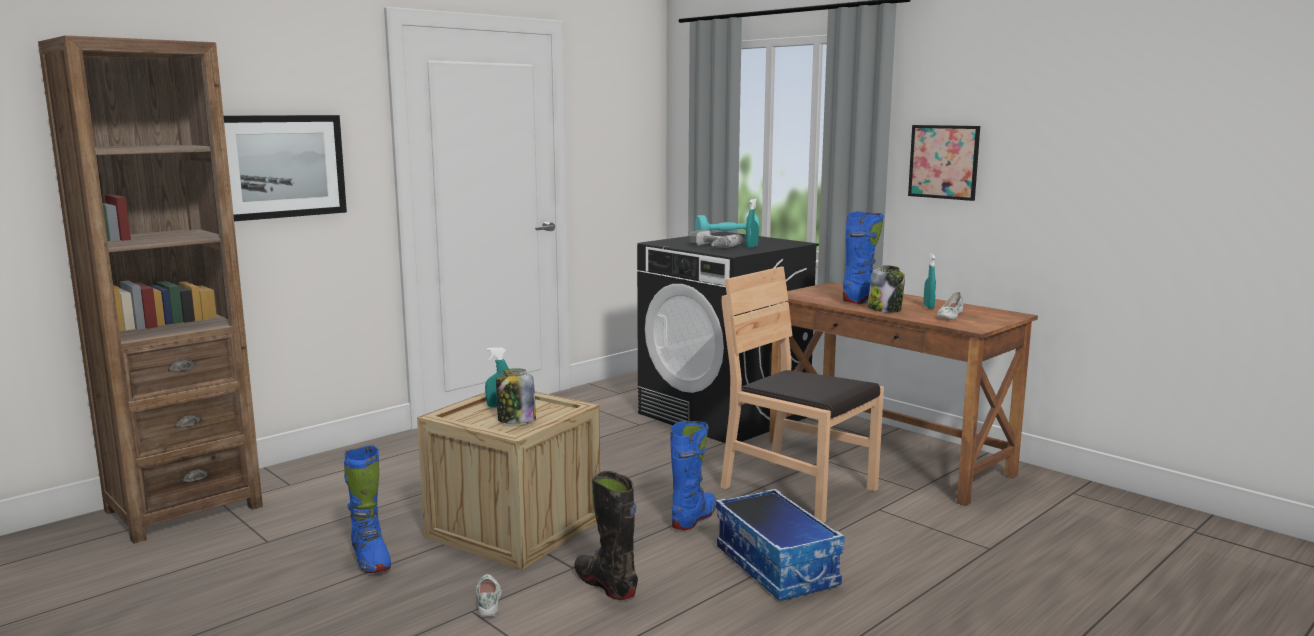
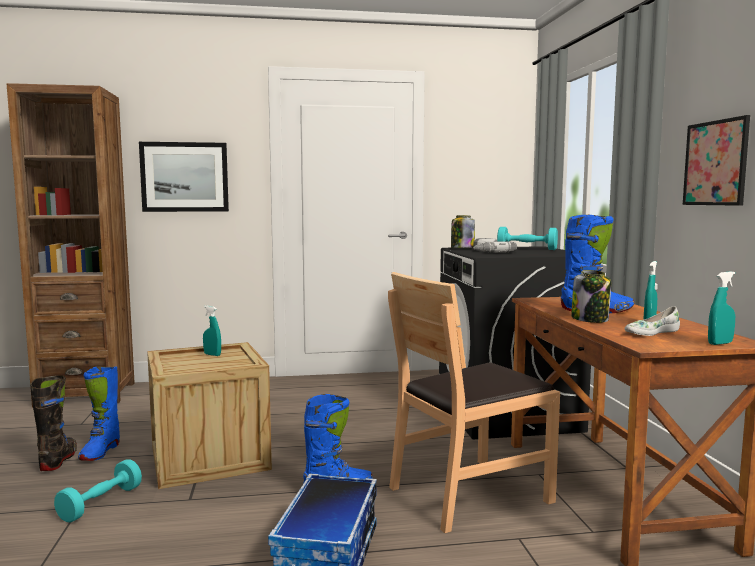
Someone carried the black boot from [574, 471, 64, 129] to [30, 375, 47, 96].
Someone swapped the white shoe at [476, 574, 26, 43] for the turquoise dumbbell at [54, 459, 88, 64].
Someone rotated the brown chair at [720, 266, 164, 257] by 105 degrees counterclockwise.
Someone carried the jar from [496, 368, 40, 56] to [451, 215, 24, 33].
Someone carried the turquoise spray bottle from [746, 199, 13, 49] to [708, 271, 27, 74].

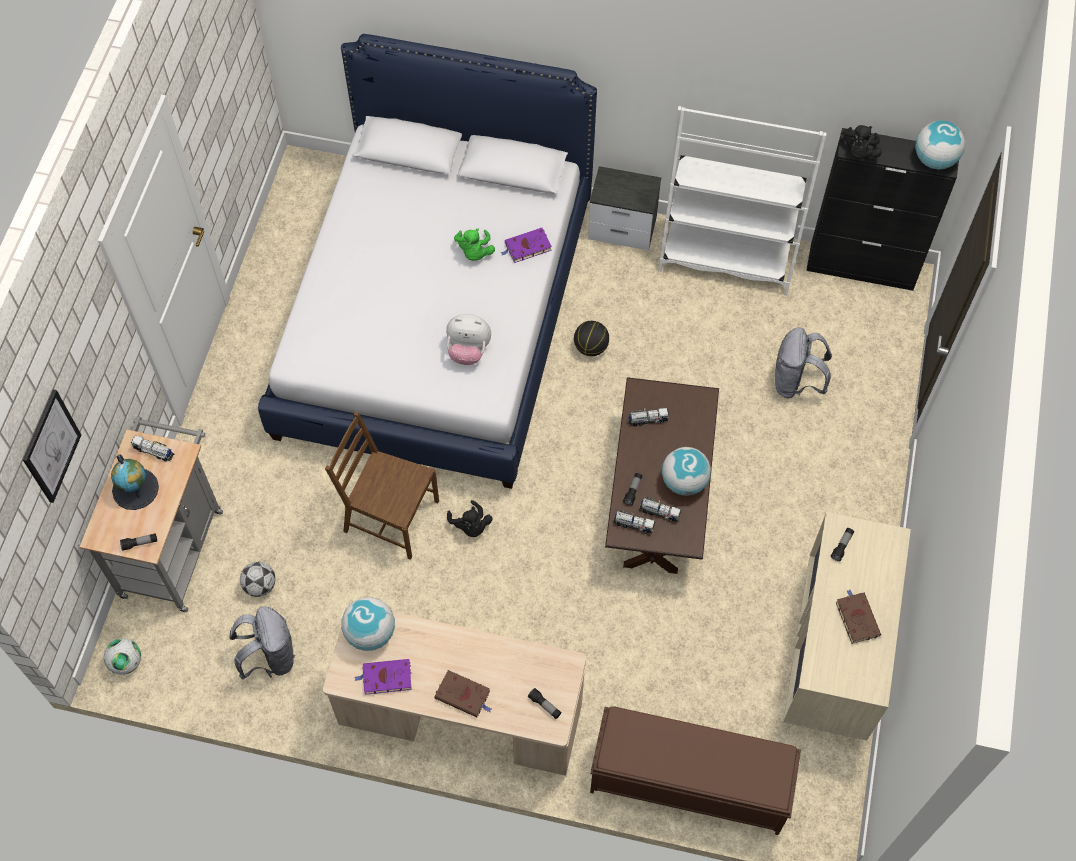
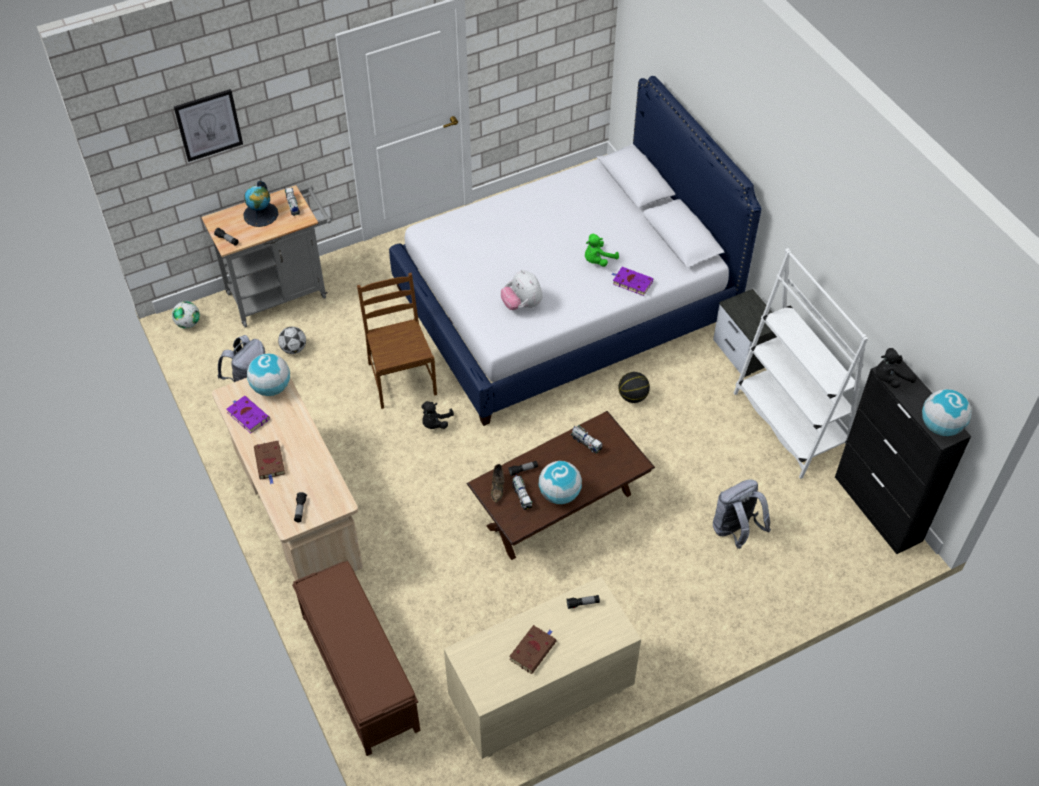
Someone swapped the toy truck at [613, 510, 43, 24] for the brown shoe at [491, 464, 14, 39].

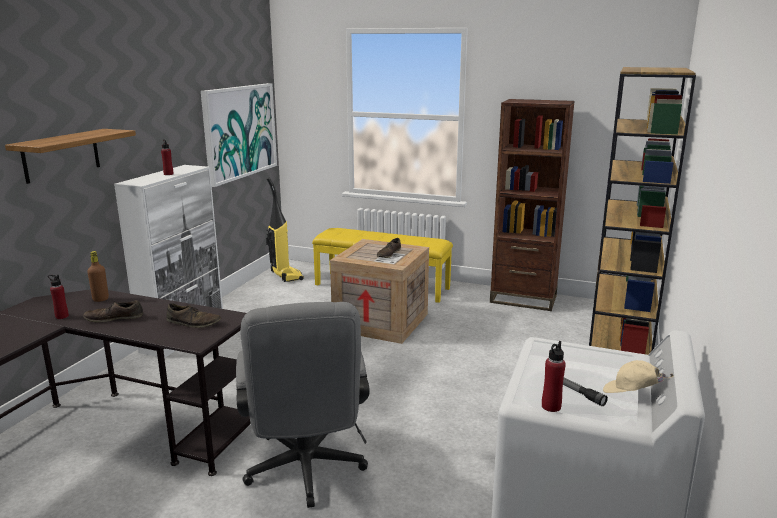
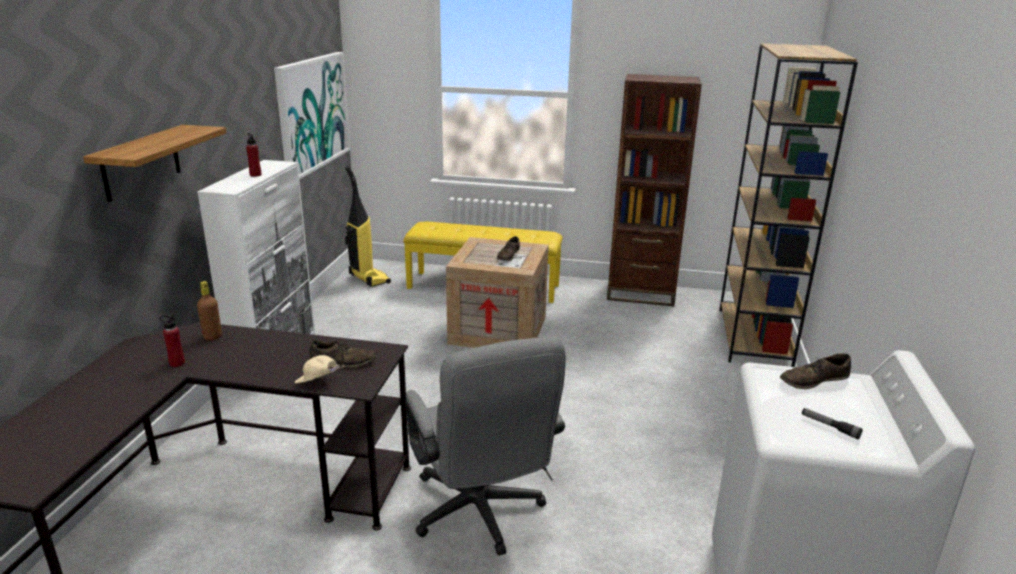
Someone carried the beige cap from [603, 360, 70, 33] to [295, 355, 50, 28].
Someone carried the brown shoe from [83, 300, 60, 22] to [780, 353, 71, 36].
Someone took away the red bottle at [542, 341, 24, 71].

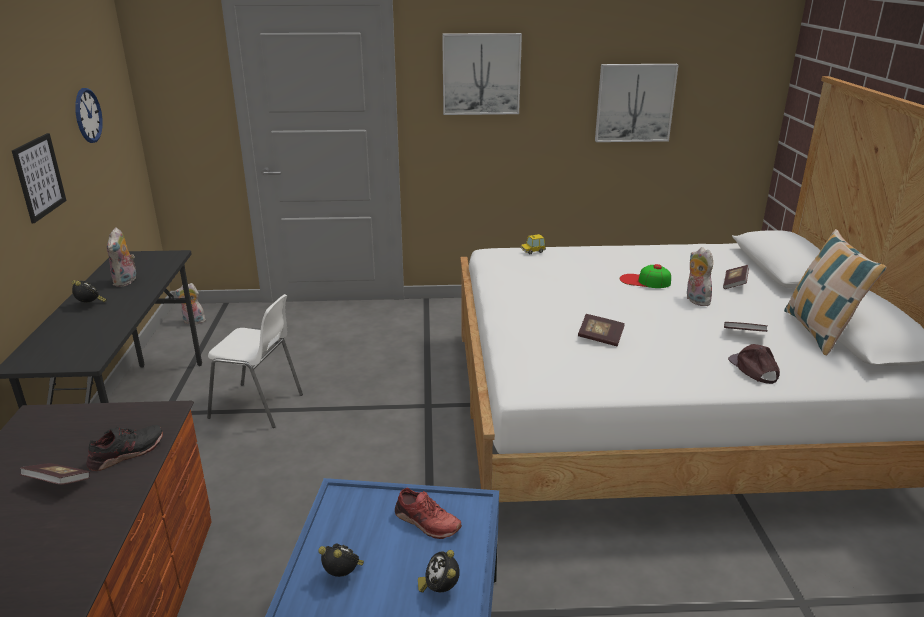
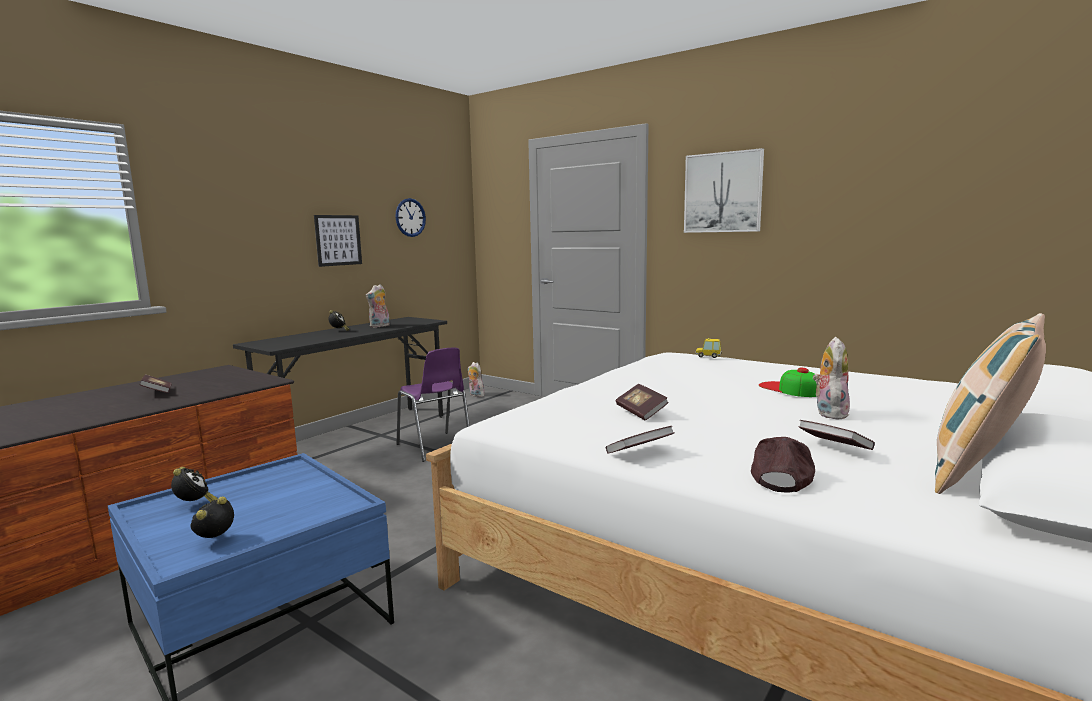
Someone repainted the white chair at [207, 294, 96, 134], which became the purple chair at [397, 348, 73, 114].
Someone carried the book from [723, 265, 26, 24] to [606, 426, 68, 28].
Someone took away the black shoe at [86, 425, 77, 46].
Someone took away the red shoe at [395, 488, 67, 51].
Someone took away the picture at [595, 64, 84, 78].

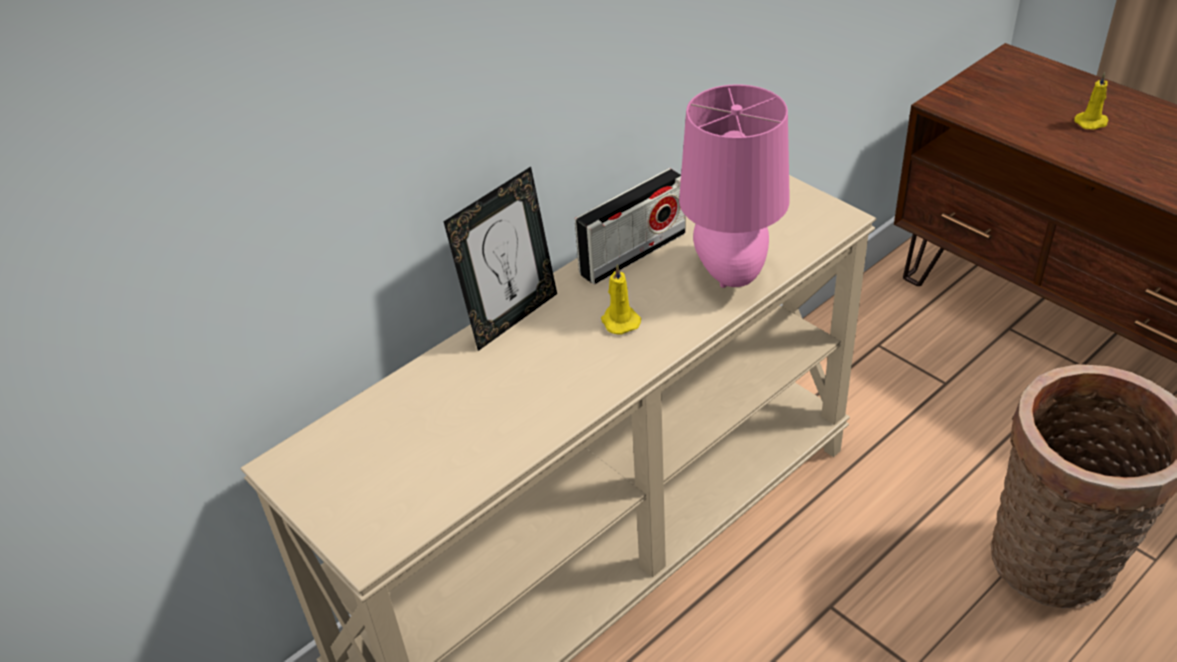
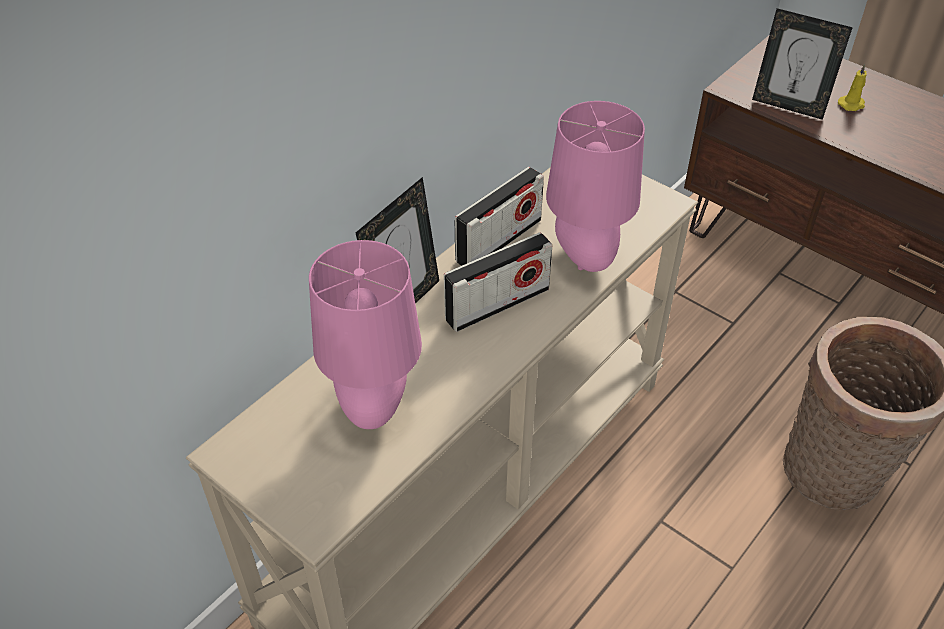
Someone put down the pink table lamp at [309, 240, 113, 189].
Someone swapped the yellow candle at [601, 264, 40, 71] for the radio at [444, 232, 108, 100].
Someone put down the picture frame at [752, 8, 101, 112].

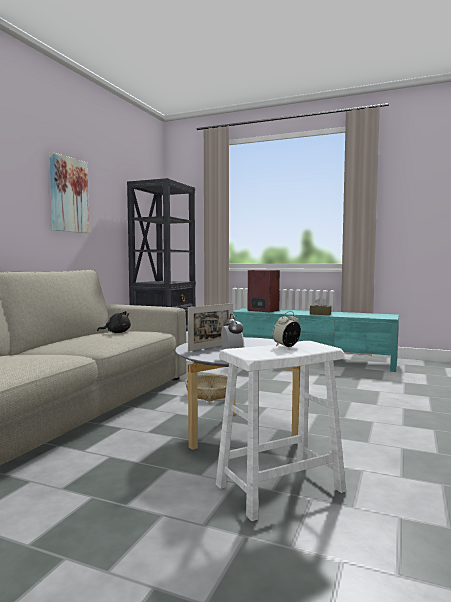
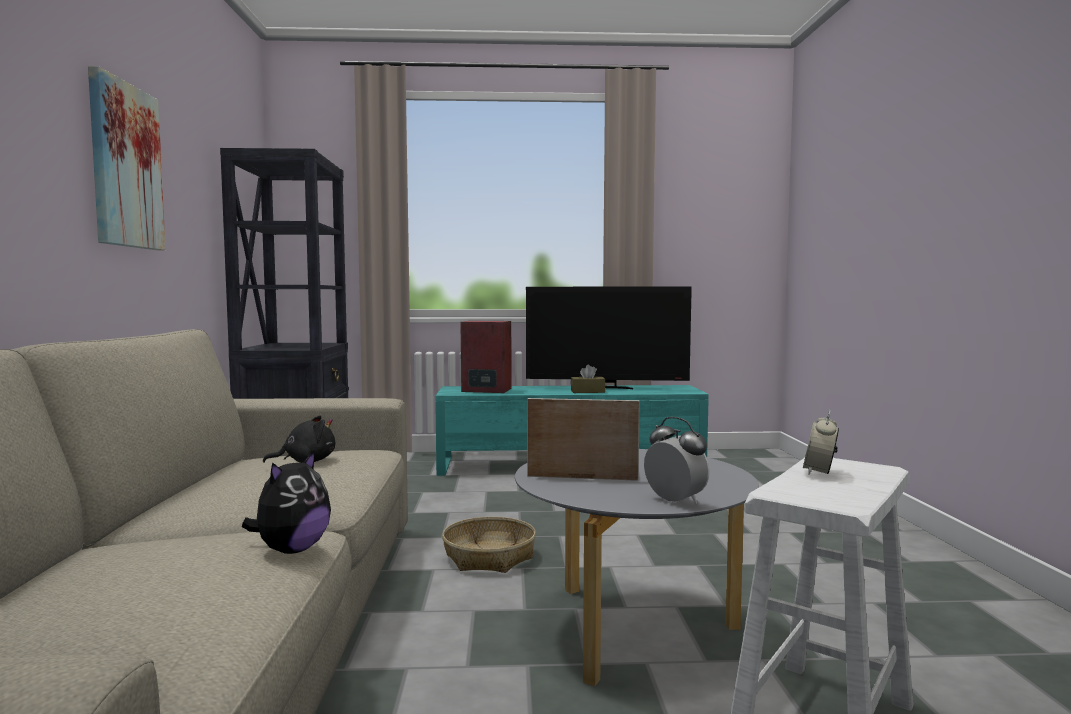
Someone put down the plush toy at [242, 450, 89, 104].
Someone put down the television at [526, 286, 166, 103].
Someone rotated the picture frame at [188, 303, 45, 48] by 105 degrees counterclockwise.

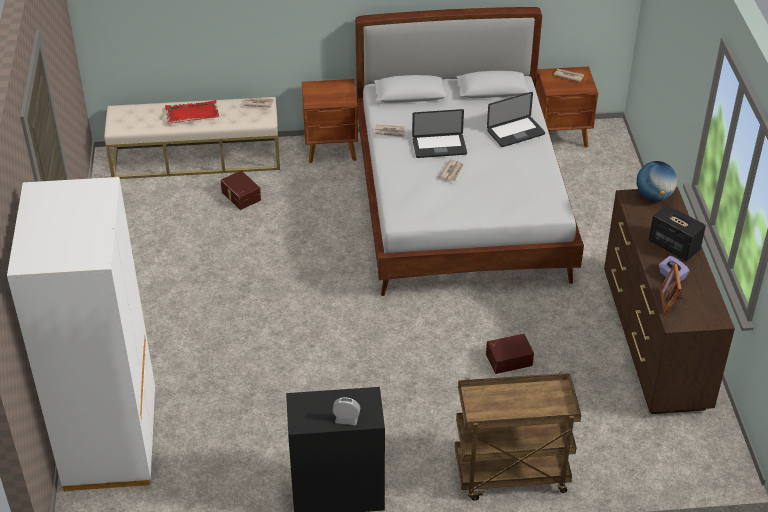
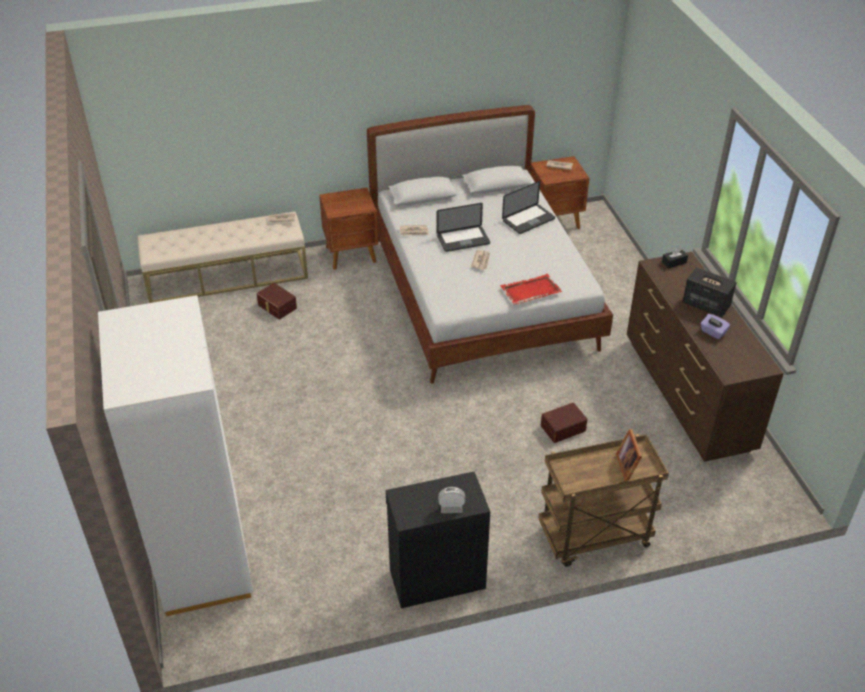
Someone carried the red tray from [165, 100, 54, 24] to [500, 274, 62, 31].
Someone carried the picture frame from [660, 263, 22, 52] to [616, 429, 26, 52].
Someone swapped the globe at [636, 161, 41, 40] for the black tissue box at [662, 248, 26, 21].

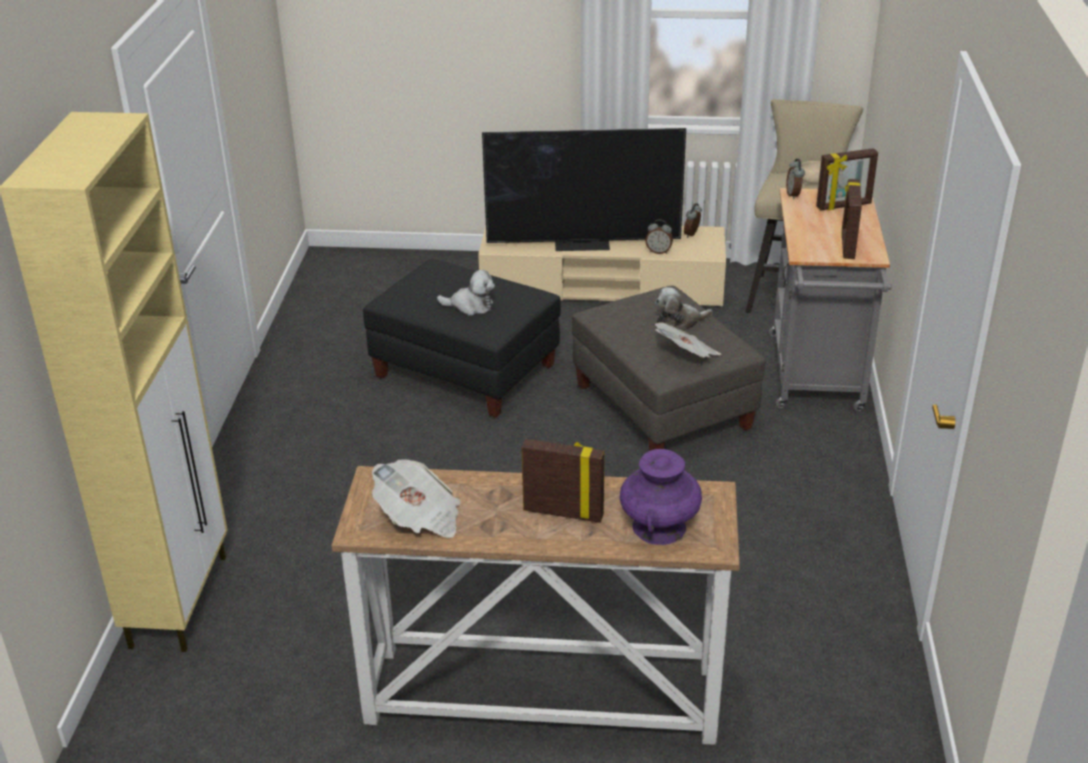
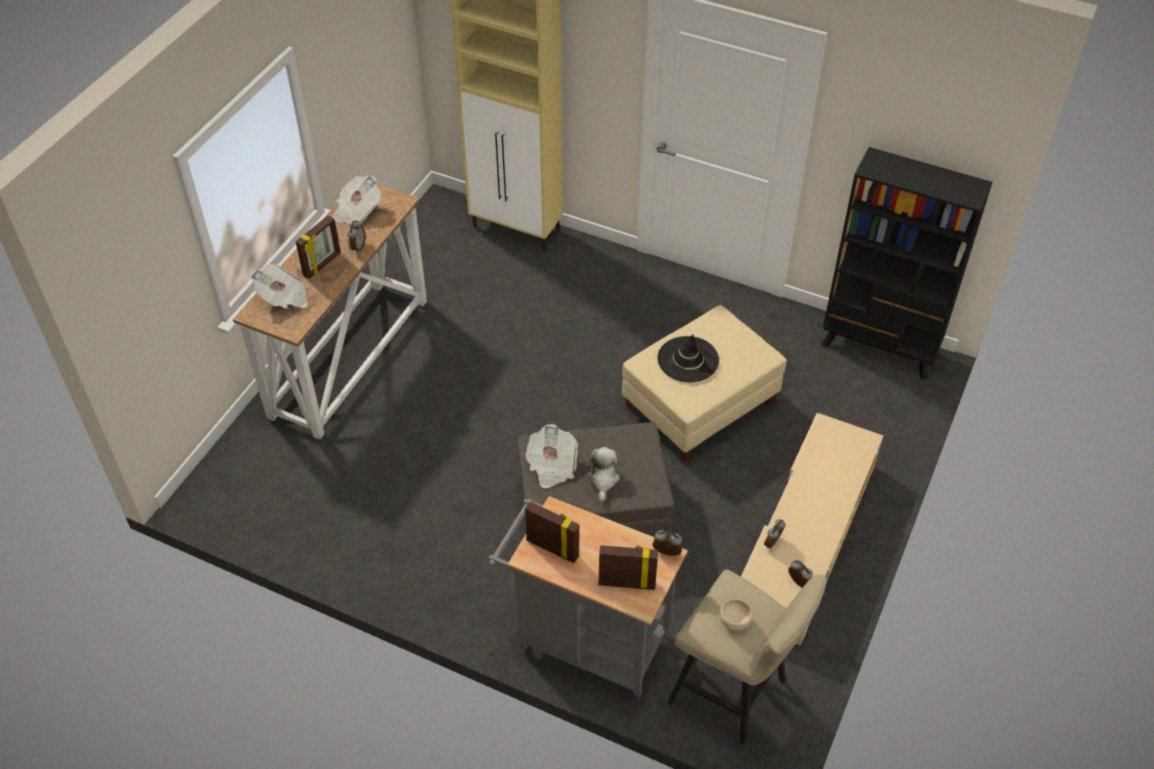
Someone swapped the purple vase at [620, 449, 82, 96] for the newspaper at [250, 264, 57, 44].
Someone put down the alarm clock at [347, 220, 18, 33].
Someone rotated the picture frame at [816, 148, 62, 62] by 90 degrees clockwise.
Someone repainted the black ottoman at [363, 259, 198, 159], which became the beige ottoman at [622, 305, 165, 157].
Someone swapped the plush toy at [437, 270, 58, 46] for the black hat at [657, 334, 62, 48].
Someone put down the black bookcase at [822, 147, 171, 233].
Someone took away the television at [482, 128, 204, 123].

